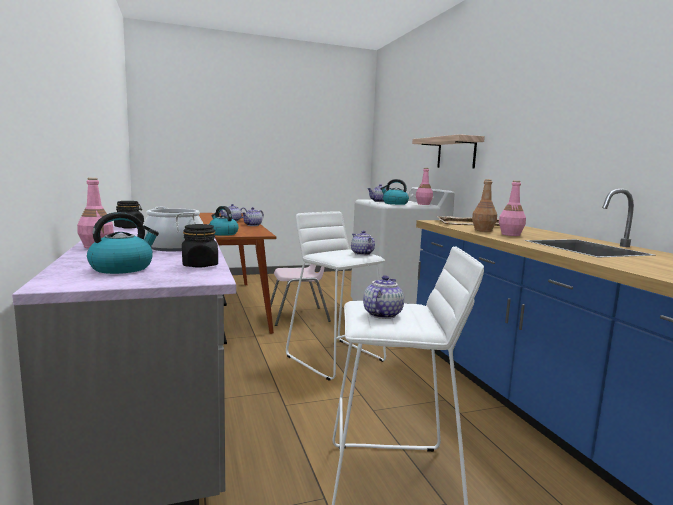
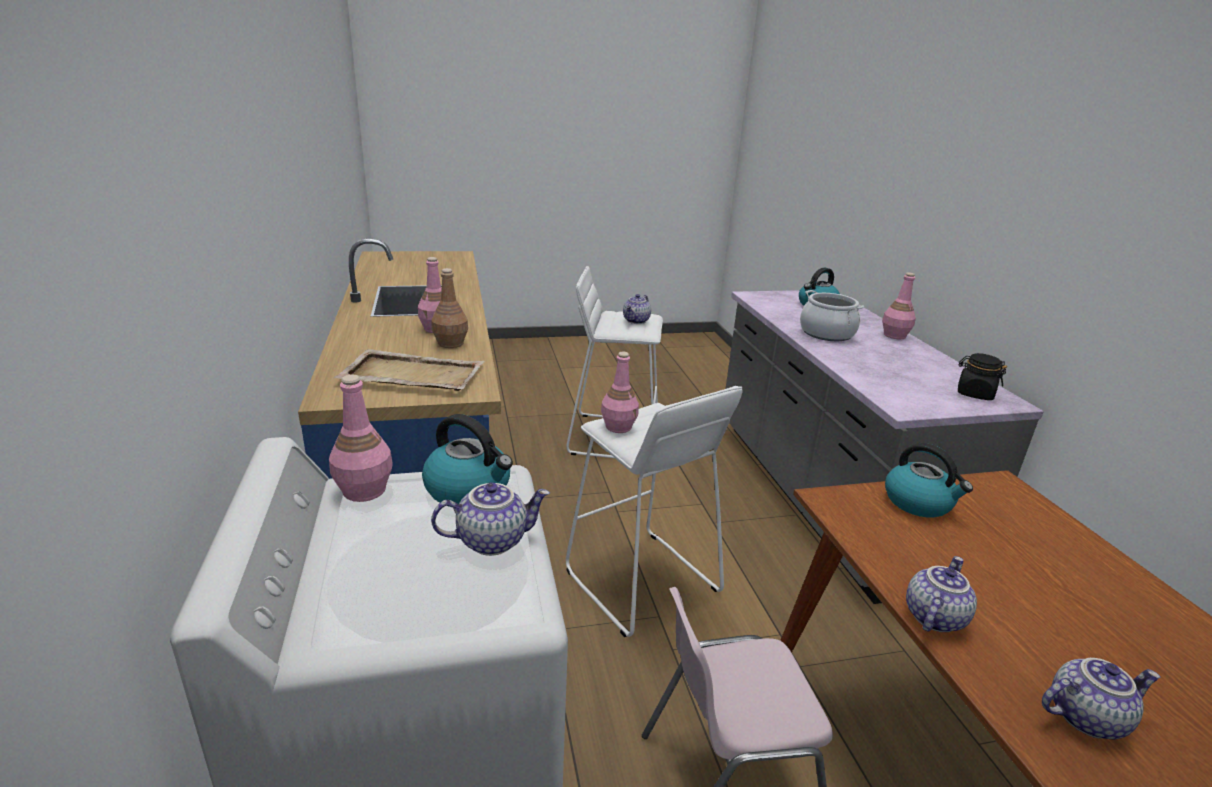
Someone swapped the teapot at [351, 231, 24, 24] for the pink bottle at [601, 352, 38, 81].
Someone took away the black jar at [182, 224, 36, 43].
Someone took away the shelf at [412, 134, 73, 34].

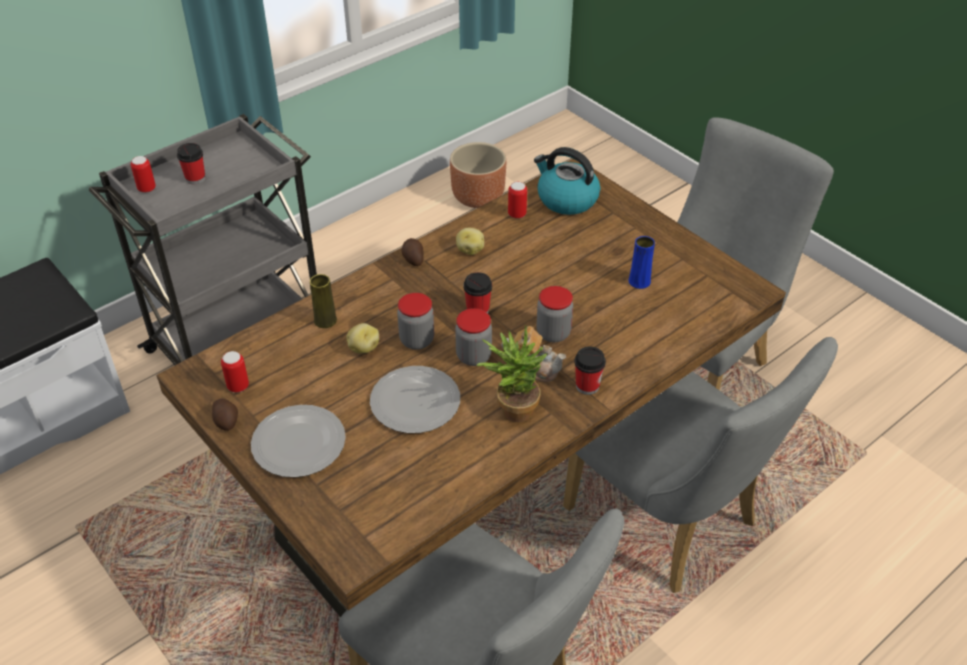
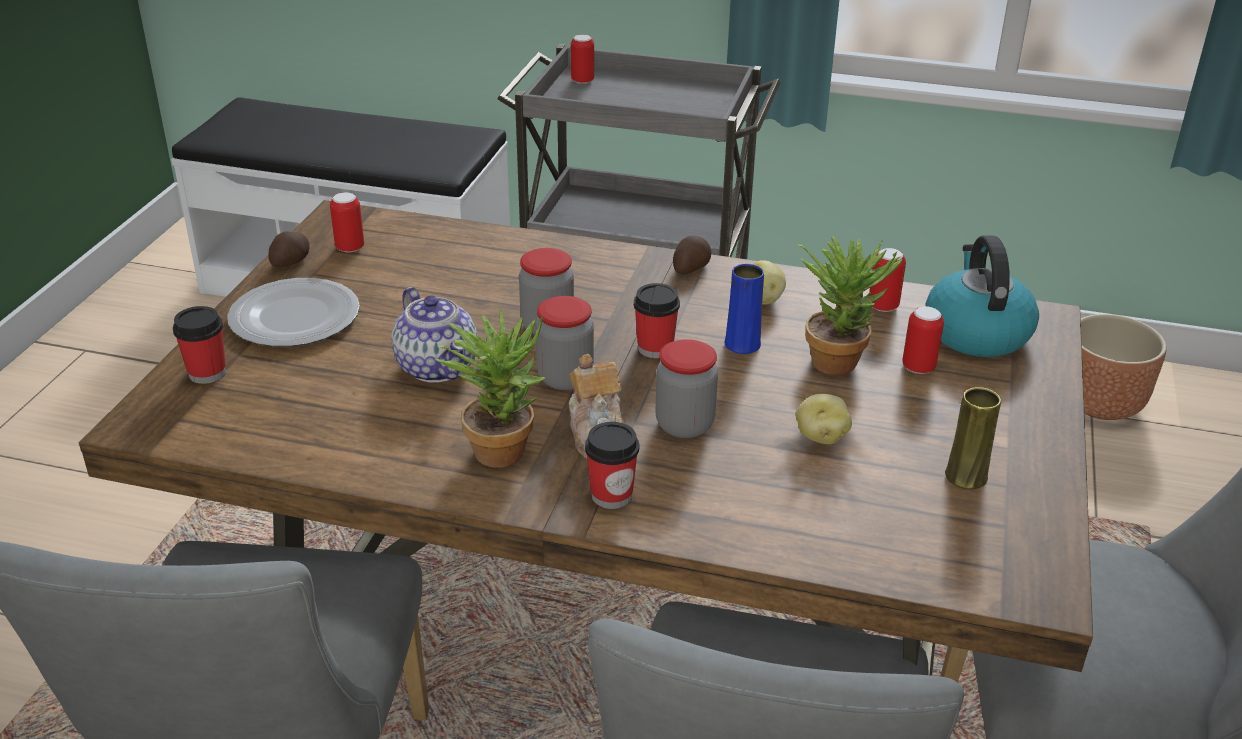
Someone carried the cup from [177, 143, 28, 41] to [173, 306, 53, 78].
Someone swapped the plate at [370, 366, 90, 67] for the teapot at [391, 287, 87, 96].
Someone carried the blue vase from [629, 236, 26, 53] to [725, 264, 39, 90].
Someone carried the potato from [346, 323, 33, 31] to [795, 394, 57, 50].
Someone put down the potted plant at [798, 237, 105, 138].
Someone put down the can at [902, 306, 42, 68].
Someone carried the yellow vase from [310, 274, 27, 54] to [945, 387, 56, 102].

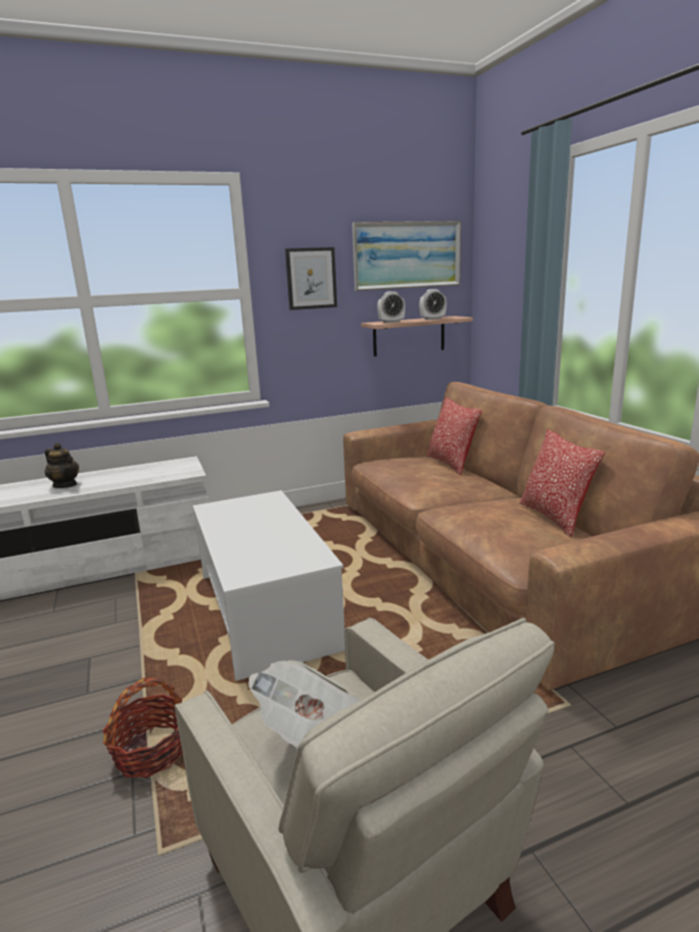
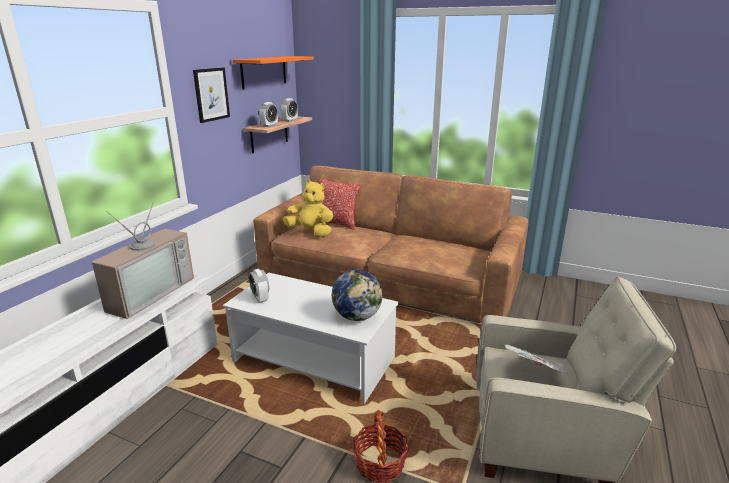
Someone put down the television at [92, 195, 102, 124].
Someone swapped the picture at [352, 221, 109, 70] for the orange shelf at [233, 56, 81, 34].
Someone put down the alarm clock at [249, 269, 20, 34].
Someone put down the yellow plush toy at [283, 180, 50, 57].
Someone put down the globe at [332, 270, 51, 51].
Someone took away the teapot at [45, 443, 34, 45].
Someone took away the pillow at [519, 430, 86, 107].

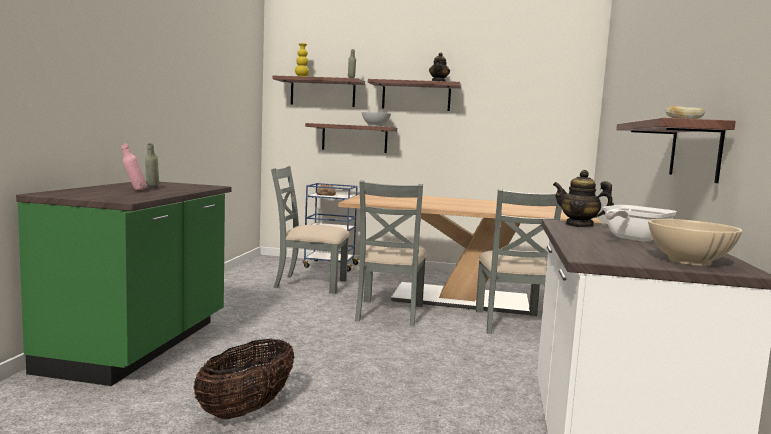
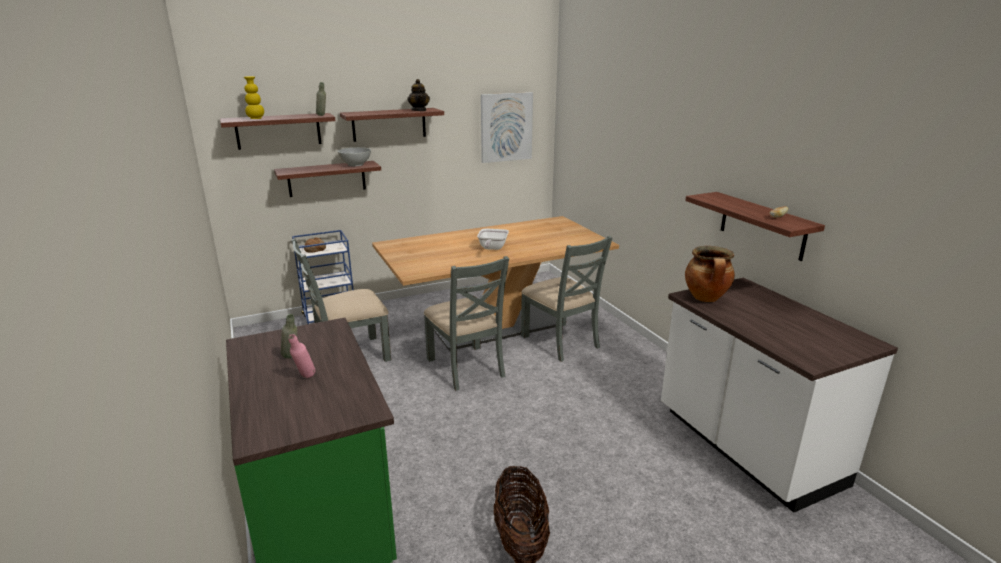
Someone carried the frying pan from [603, 205, 74, 37] to [477, 229, 32, 21].
Someone put up the picture at [481, 92, 52, 71].
Someone swapped the teapot at [553, 170, 61, 57] for the cooking pot at [685, 246, 50, 56].
Someone took away the beige bowl at [648, 219, 95, 47].

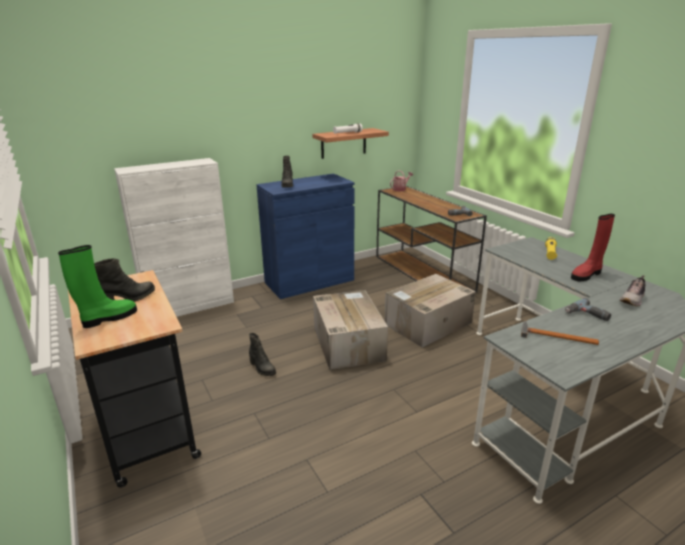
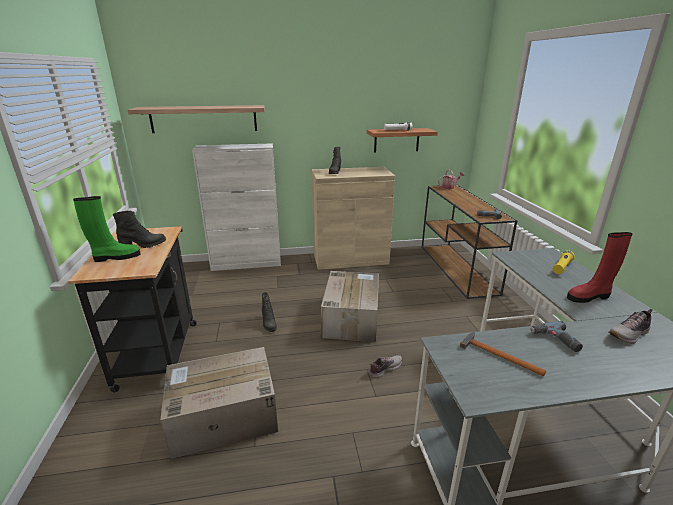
Someone put up the shelf at [128, 105, 137, 28].
Someone carried the cardboard box from [385, 274, 91, 74] to [160, 347, 118, 112].
Someone repainted the blue cabinet at [256, 173, 99, 126], which became the beige cabinet at [312, 167, 83, 103].
Someone put down the shoe at [370, 355, 33, 23].

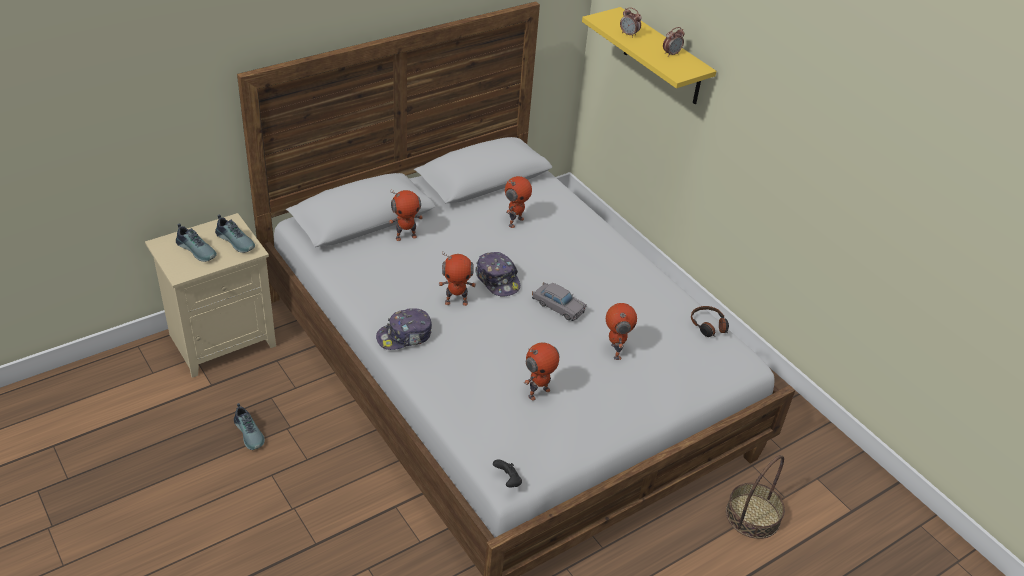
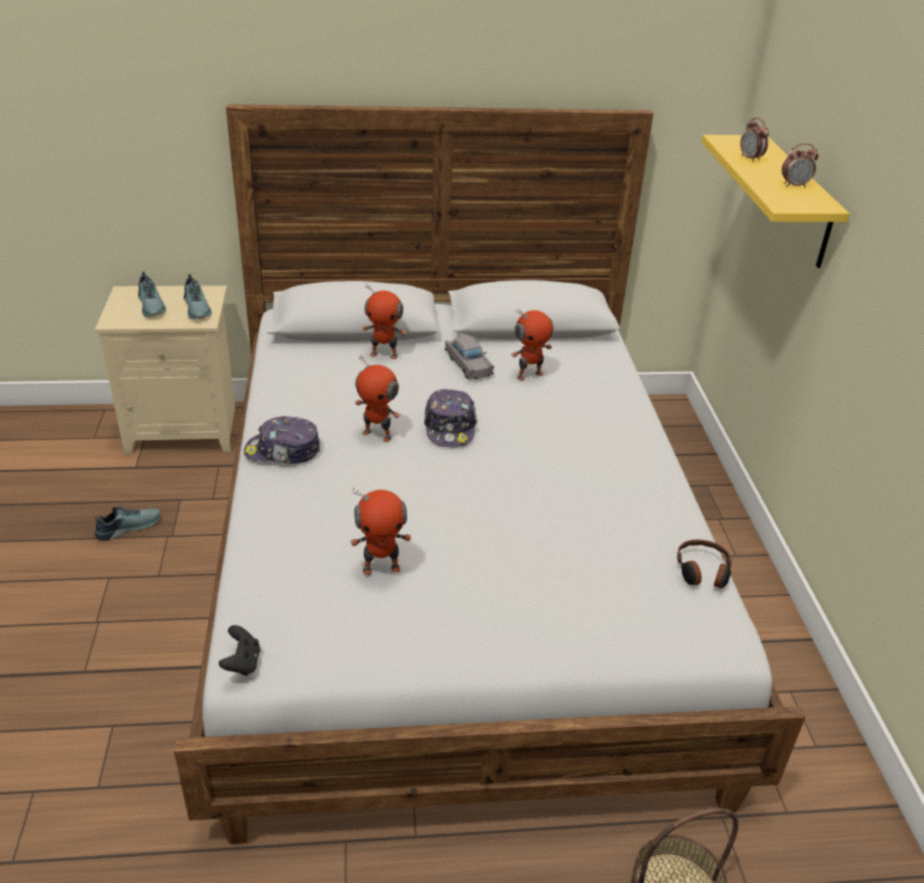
Someone rotated the shoe at [234, 403, 31, 47] by 120 degrees counterclockwise.
Someone carried the grey toy car from [532, 282, 55, 39] to [445, 335, 49, 44].
Someone took away the toy robot at [606, 303, 31, 57].

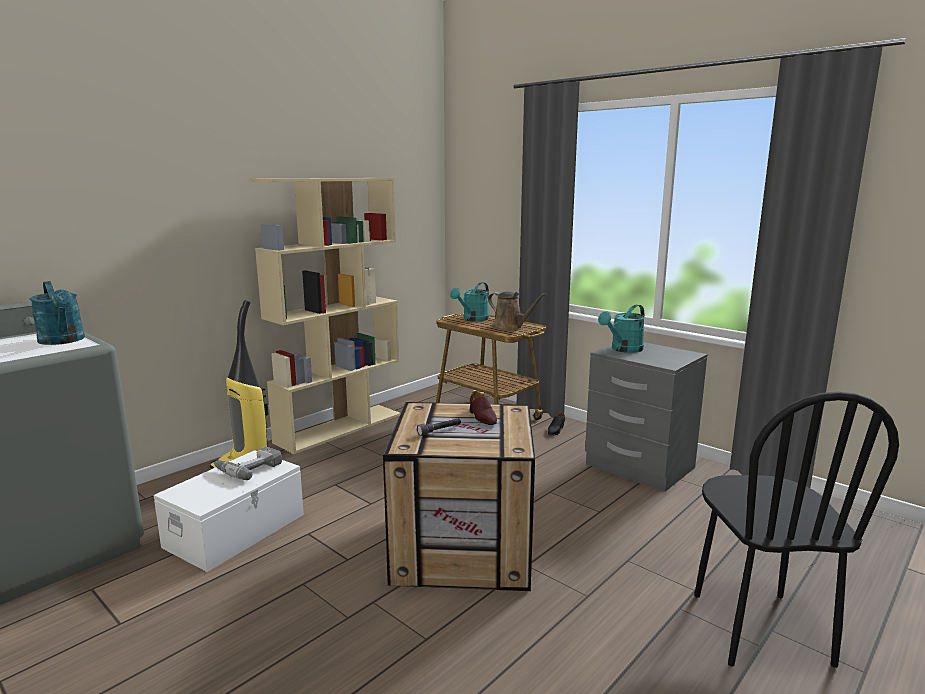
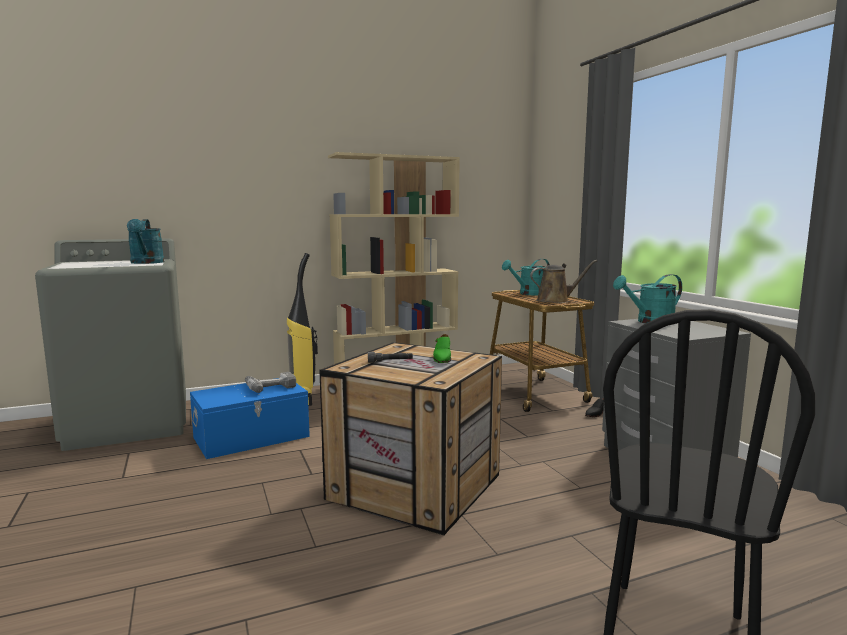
Someone repainted the white storage box at [154, 450, 150, 122], which became the blue storage box at [190, 378, 120, 81].
Someone repainted the brown shoe at [470, 391, 27, 34], which became the green shoe at [433, 334, 18, 29].
Someone rotated the brown watering can at [488, 291, 59, 40] by 75 degrees counterclockwise.

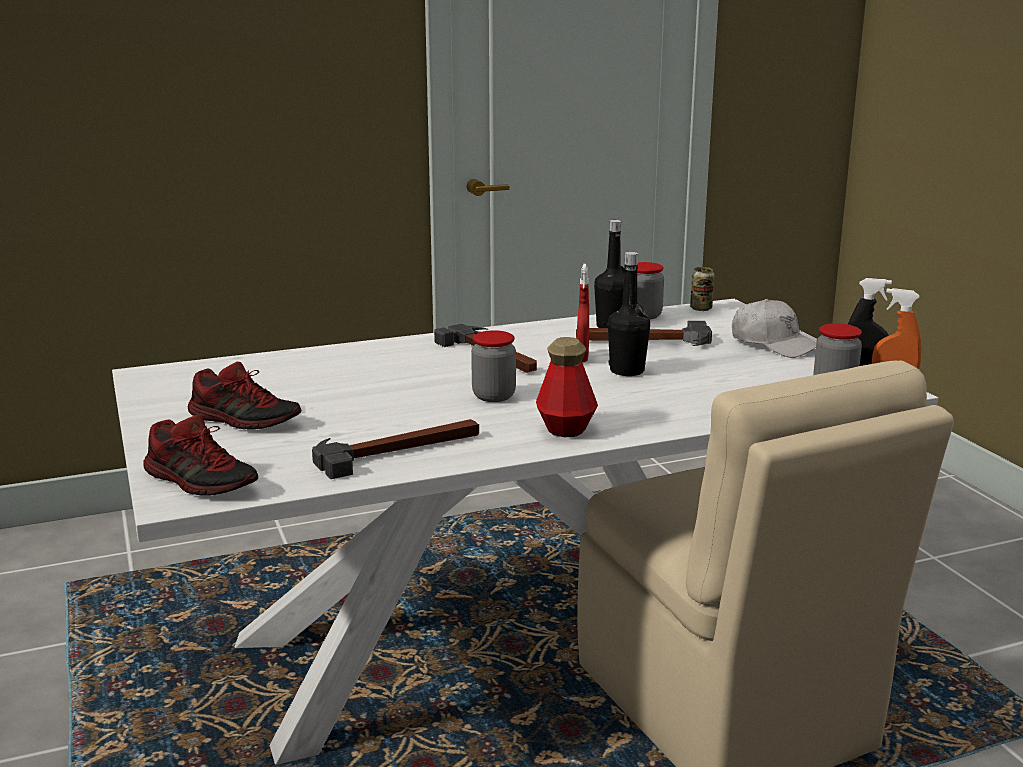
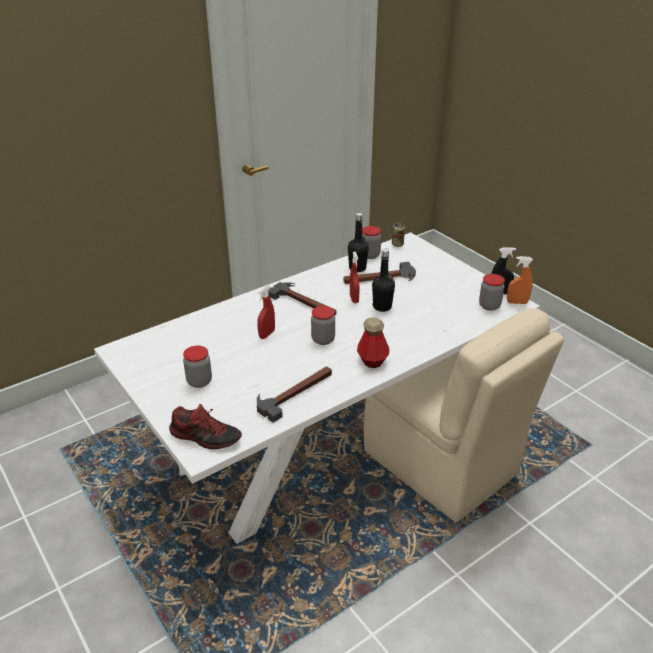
Someone swapped the shoe at [188, 362, 113, 68] for the jar at [183, 346, 29, 42].
Someone put down the red spray bottle at [257, 285, 18, 54].
Someone took away the white cap at [732, 299, 84, 59].

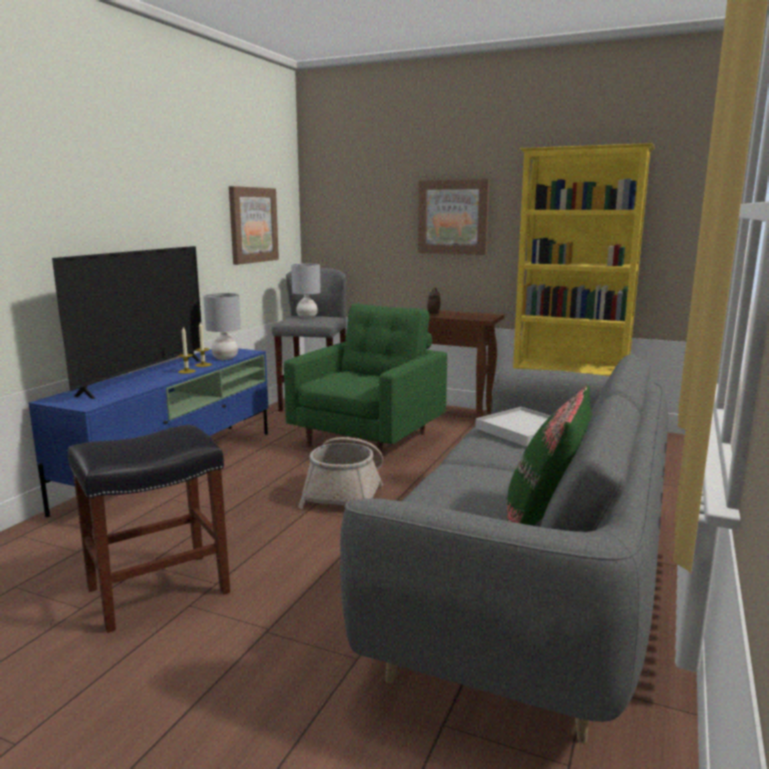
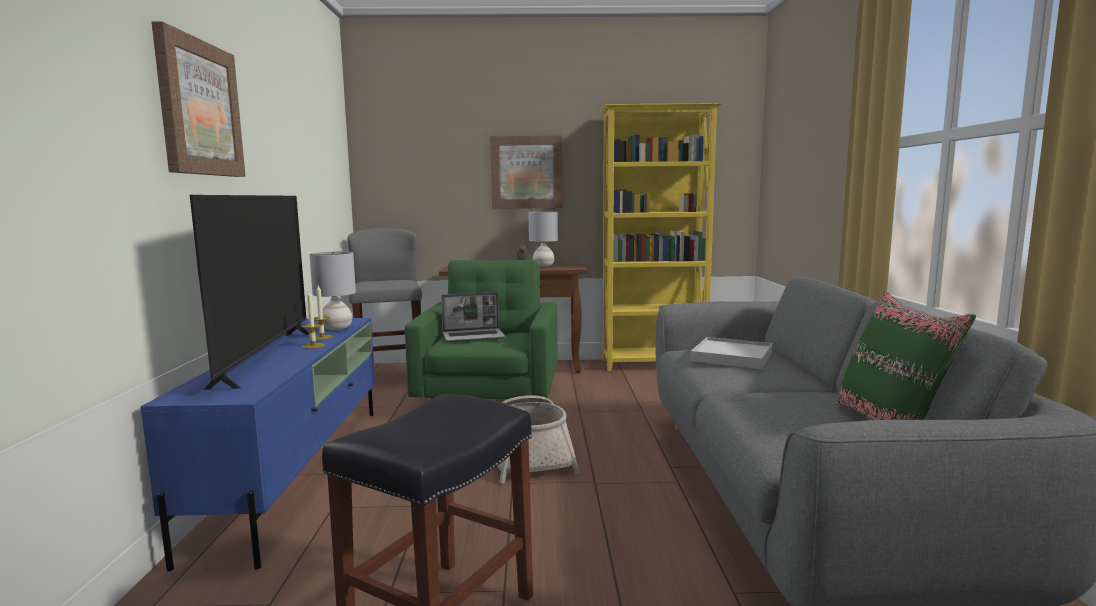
Someone carried the picture from [229, 186, 50, 79] to [152, 22, 94, 155].
Someone put down the laptop at [441, 292, 64, 50].
Someone carried the grey table lamp from [291, 264, 30, 54] to [529, 212, 29, 55].

